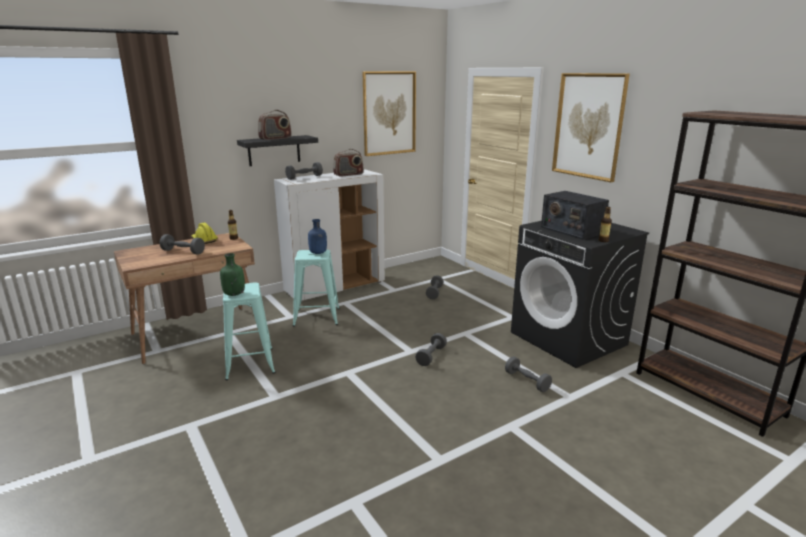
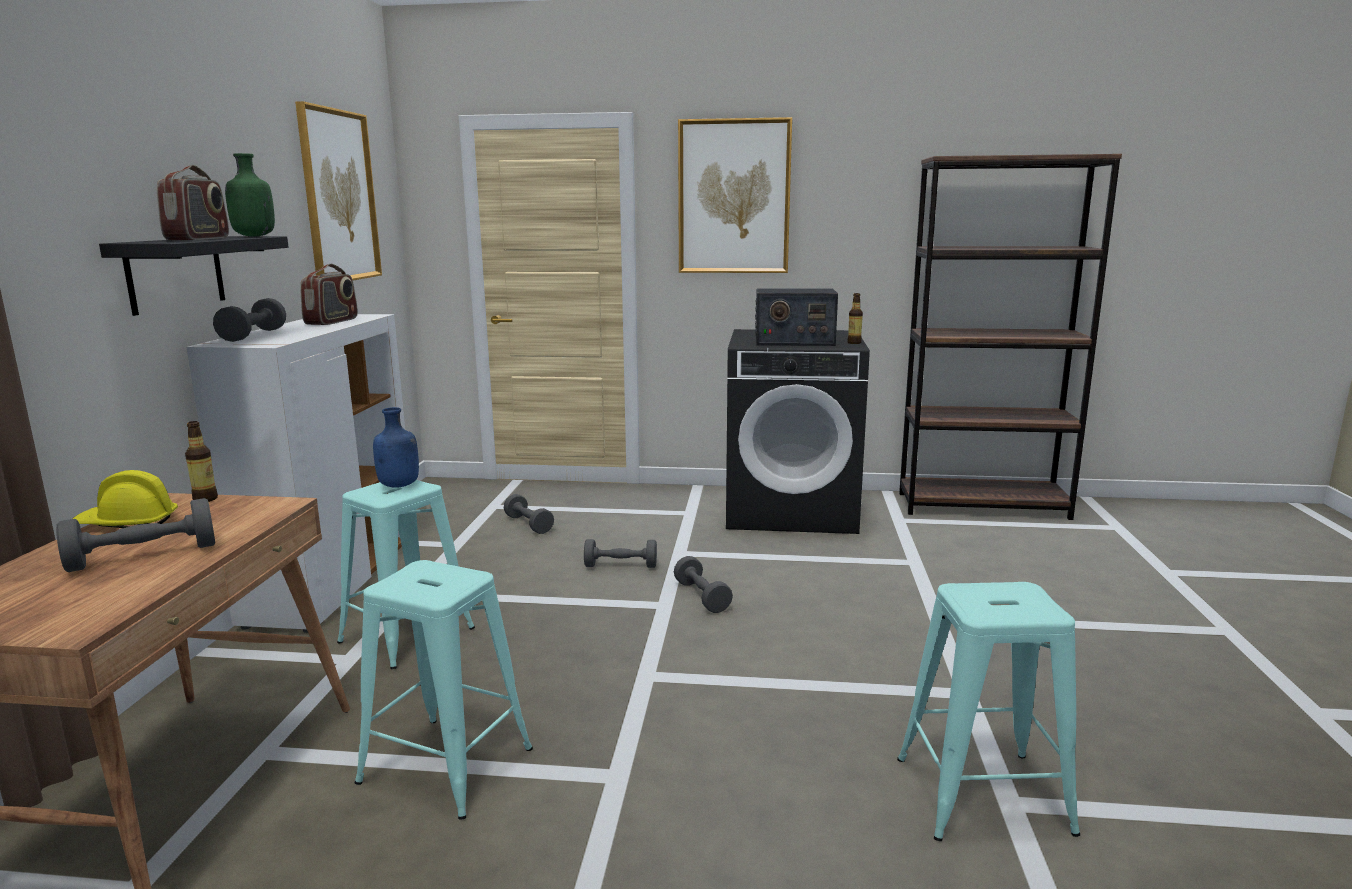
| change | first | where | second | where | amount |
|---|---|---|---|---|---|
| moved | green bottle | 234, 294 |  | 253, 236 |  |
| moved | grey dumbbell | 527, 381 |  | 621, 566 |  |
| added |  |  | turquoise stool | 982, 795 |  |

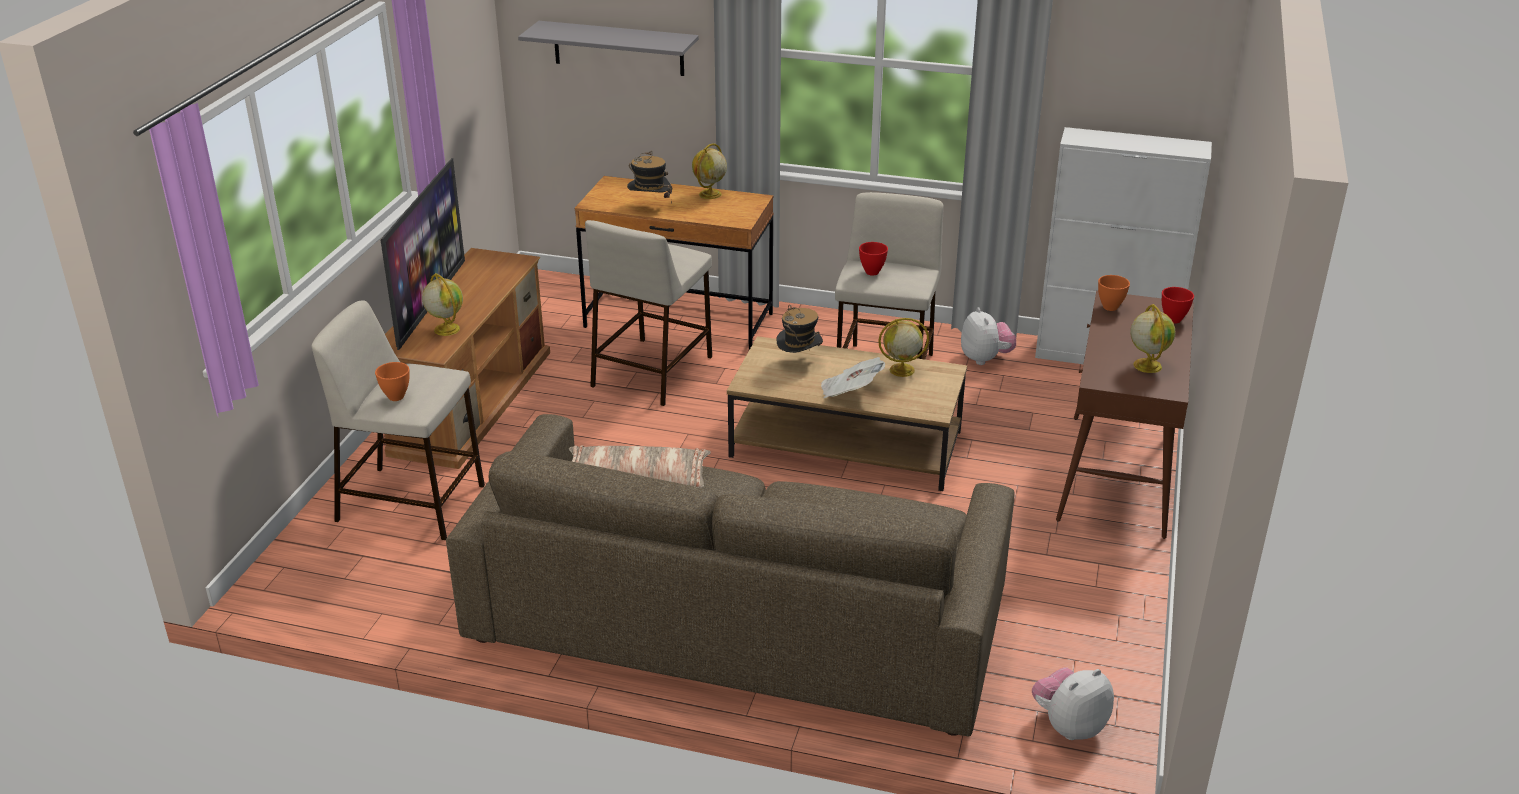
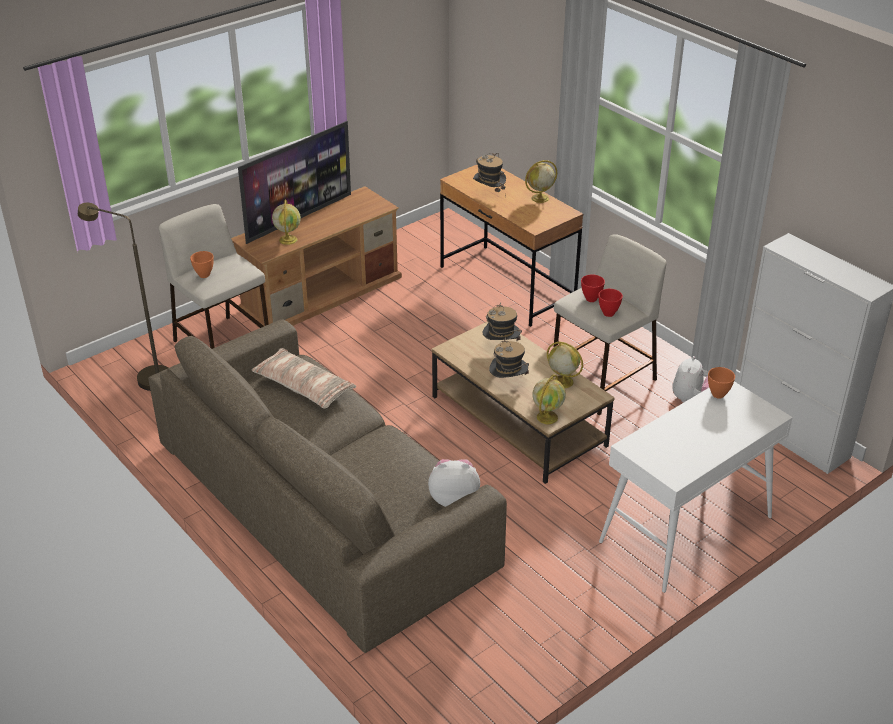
| change | first | where | second | where | amount |
|---|---|---|---|---|---|
| removed | grey shelf | 618, 48 |  |  |  |
| removed | beige stool | 652, 370 |  |  |  |
| replaced | newspaper | 850, 392 | hat | 508, 383 |  |
| moved | plush toy | 1069, 726 |  | 454, 498 |  |
| recoloured | brown console table | 1117, 476 | white console table | 685, 530 |  |
| moved | globe | 1147, 365 |  | 547, 417 |  |
| moved | red bowl | 1174, 320 |  | 608, 314 |  |
| added |  |  | brown floor lamp | 146, 378 |  |

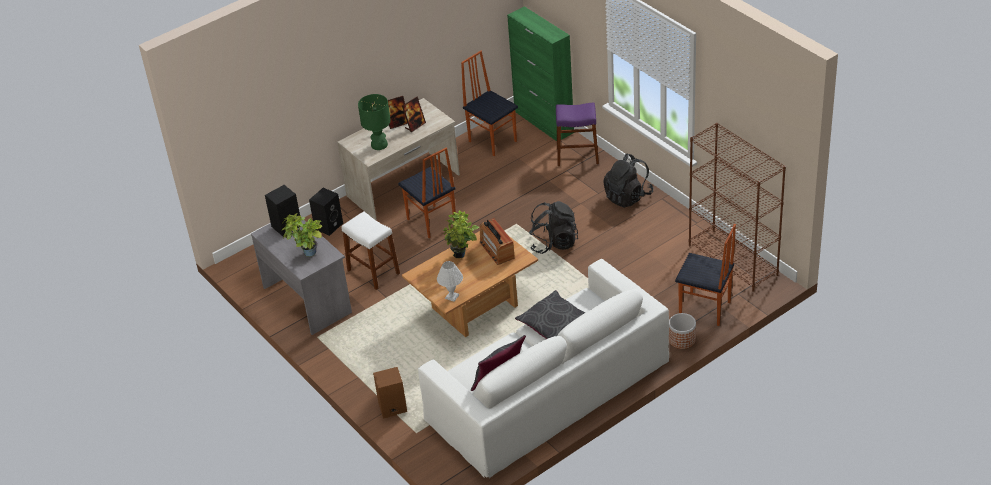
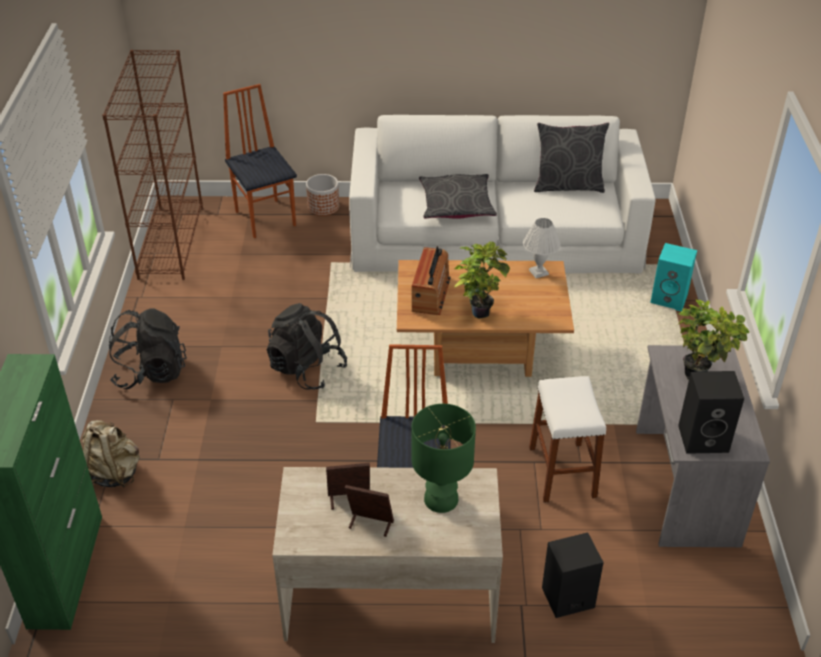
| change | first | where | second | where | amount |
|---|---|---|---|---|---|
| recoloured | brown speaker | 392, 408 | turquoise speaker | 670, 299 |  |
| removed | chair | 493, 140 |  |  |  |
| replaced | purple stool | 577, 156 | beige backpack | 114, 473 |  |

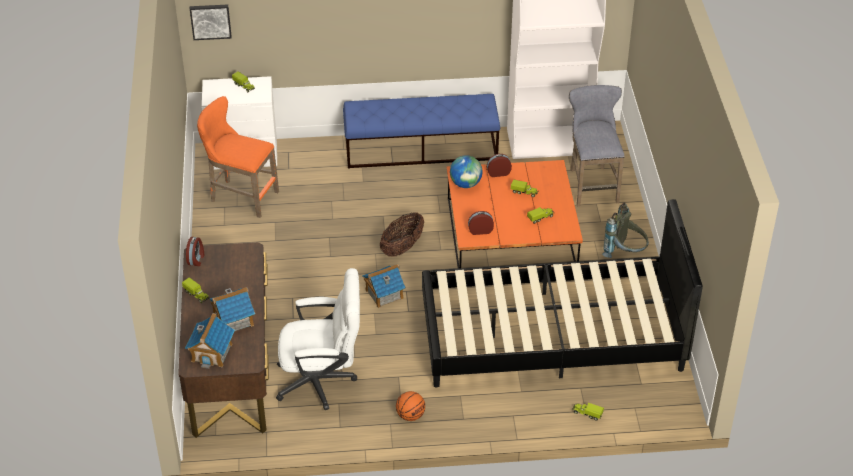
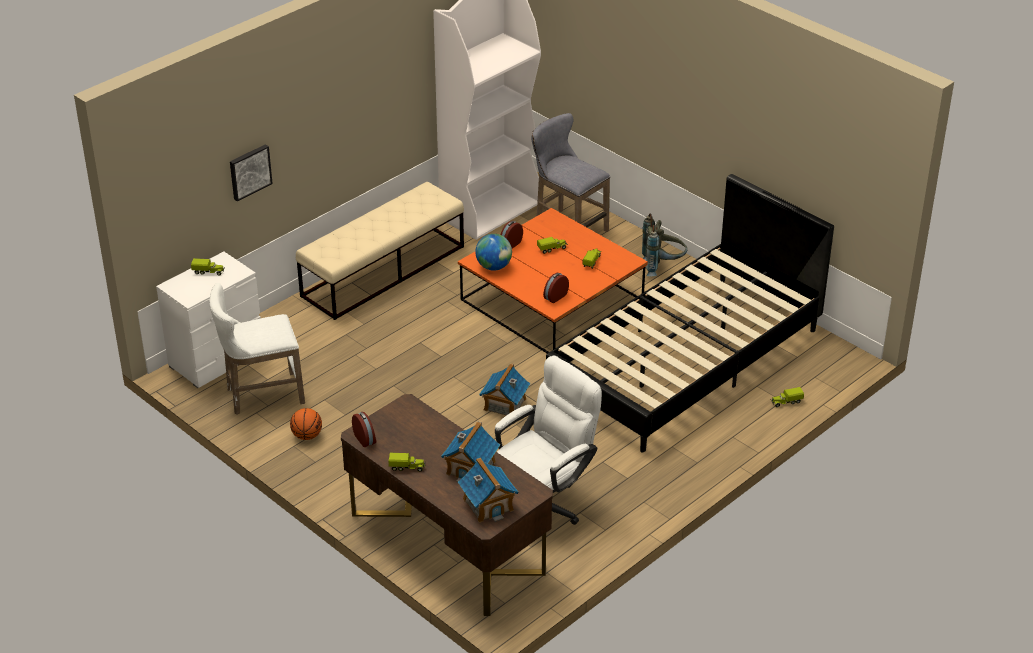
| change | first | where | second | where | amount |
|---|---|---|---|---|---|
| moved | picture | 210, 21 |  | 249, 171 |  |
| recoloured | orange stool | 240, 196 | white stool | 261, 395 |  |
| recoloured | blue bench | 421, 149 | beige bench | 383, 271 |  |
| removed | basket | 402, 247 |  |  |  |
| moved | basketball | 410, 415 |  | 307, 436 |  |

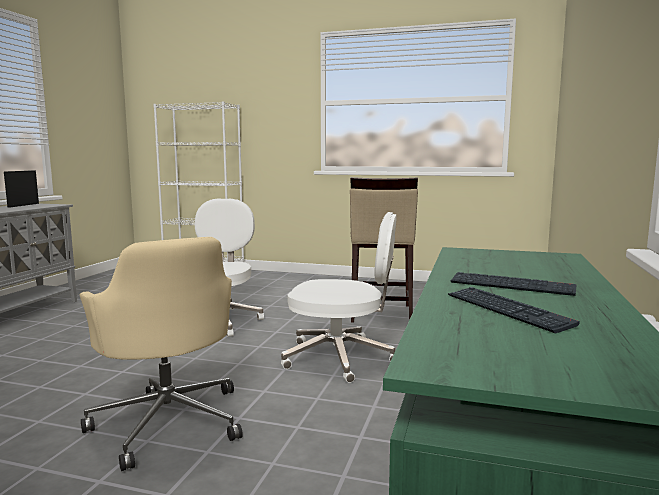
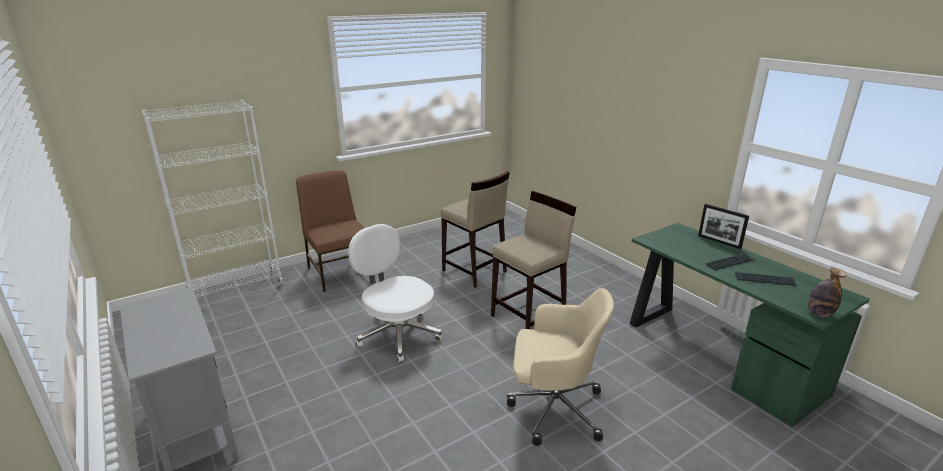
| change | first | where | second | where | amount |
|---|---|---|---|---|---|
| moved | picture frame | 23, 205 |  | 719, 242 |  |
| replaced | white office chair | 341, 358 | beige stool | 529, 317 |  |
| added |  |  | brown chair | 340, 272 |  |
| added |  |  | bottle | 819, 314 |  |

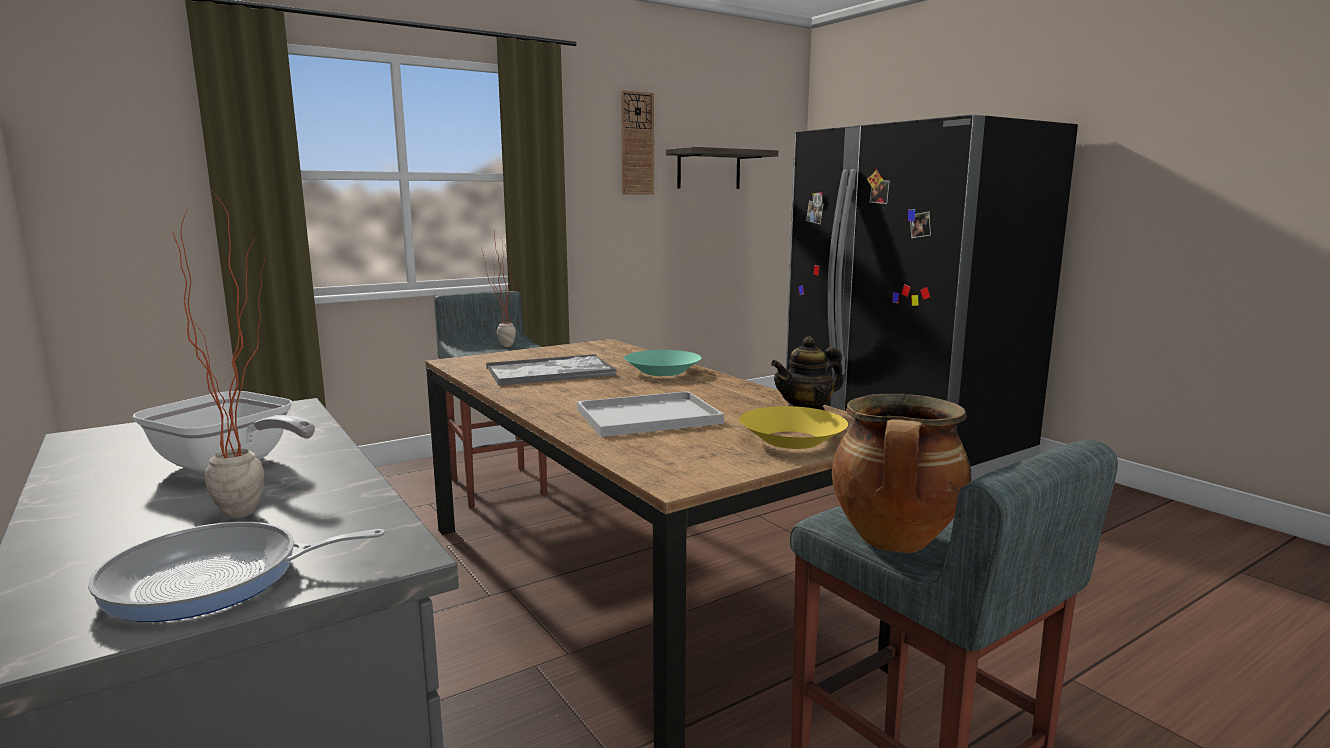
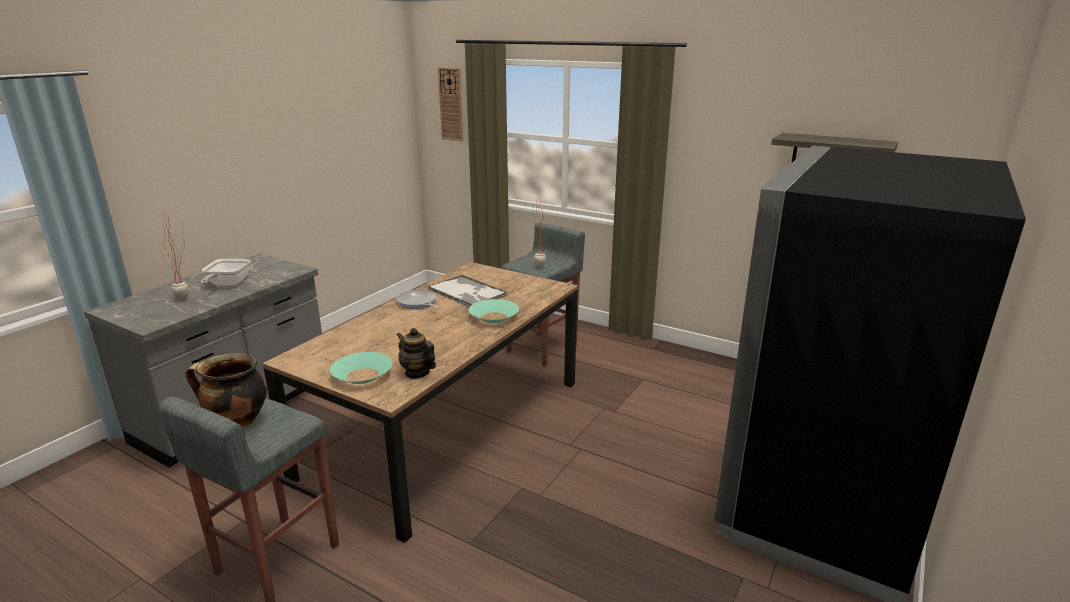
| change | first | where | second | where | amount |
|---|---|---|---|---|---|
| moved | frying pan | 214, 580 |  | 418, 303 |  |
| removed | white tray | 650, 416 |  |  |  |
| moved | wall clock | 637, 144 |  | 451, 104 |  |
| recoloured | yellow bowl | 792, 440 | turquoise bowl | 362, 376 |  |

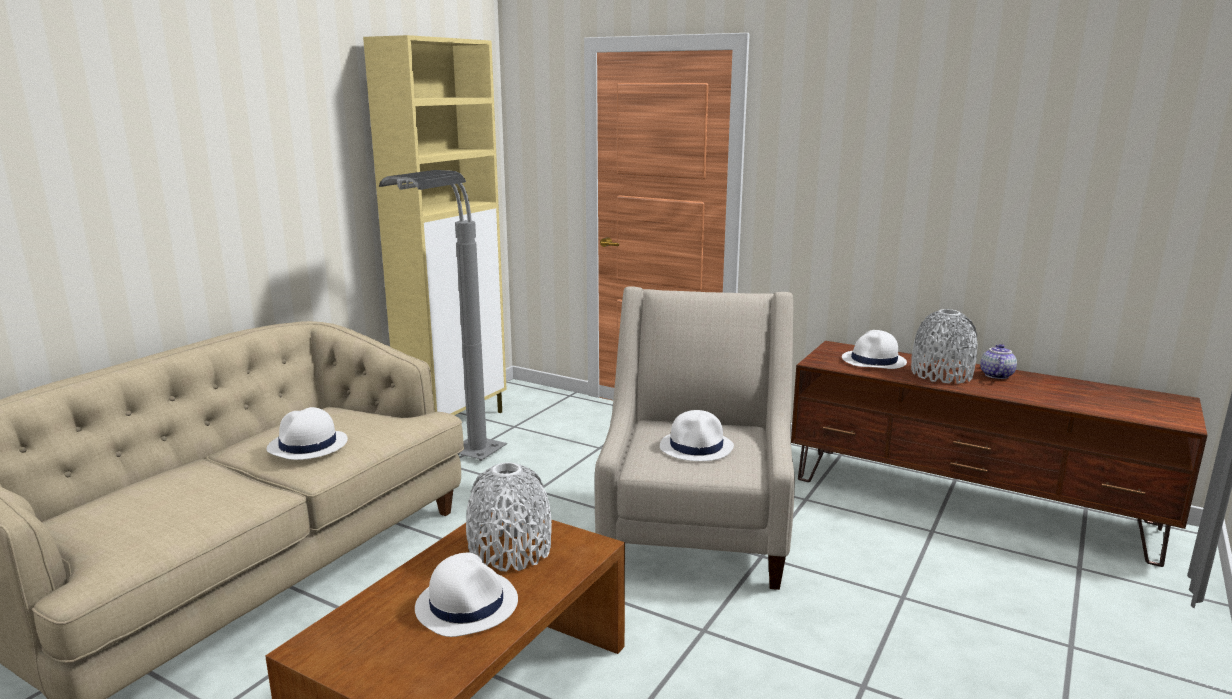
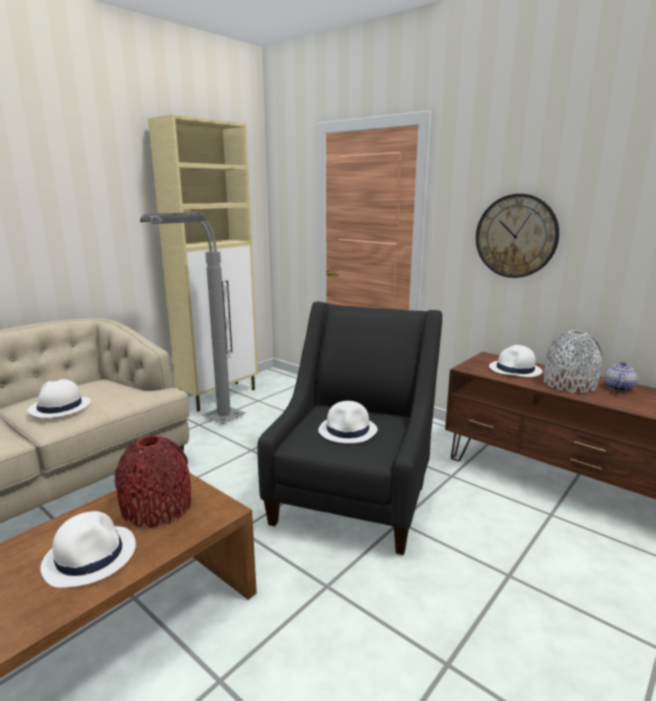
| change | first | where | second | where | amount |
|---|---|---|---|---|---|
| recoloured | white vase | 510, 550 | red vase | 157, 507 |  |
| recoloured | beige armchair | 696, 533 | black armchair | 354, 496 |  |
| added |  |  | wall clock | 516, 236 |  |

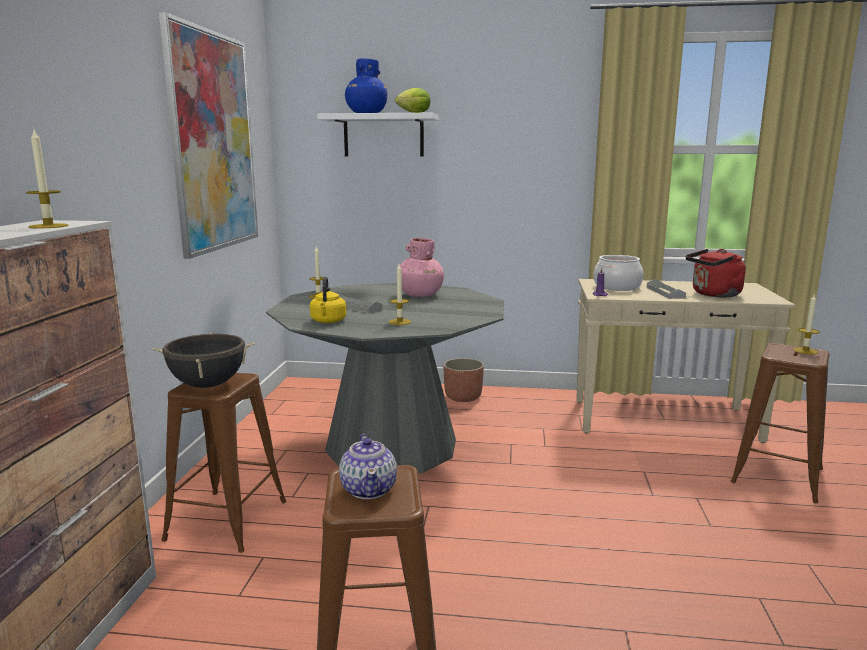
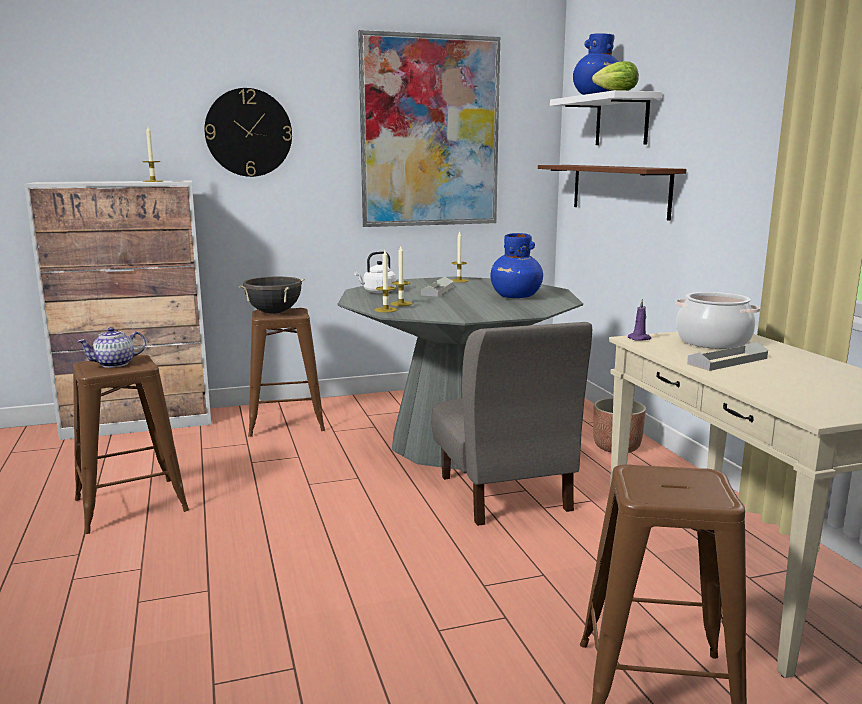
| change | first | where | second | where | amount |
|---|---|---|---|---|---|
| recoloured | yellow kettle | 328, 321 | white kettle | 378, 292 |  |
| recoloured | pink vase | 419, 295 | blue vase | 516, 297 |  |
| removed | red kettle | 714, 295 |  |  |  |
| moved | candle | 805, 351 |  | 385, 310 |  |
| added |  |  | wall clock | 248, 132 |  |
| added |  |  | grey chair | 504, 493 |  |
| added |  |  | brown shelf | 619, 189 |  |

